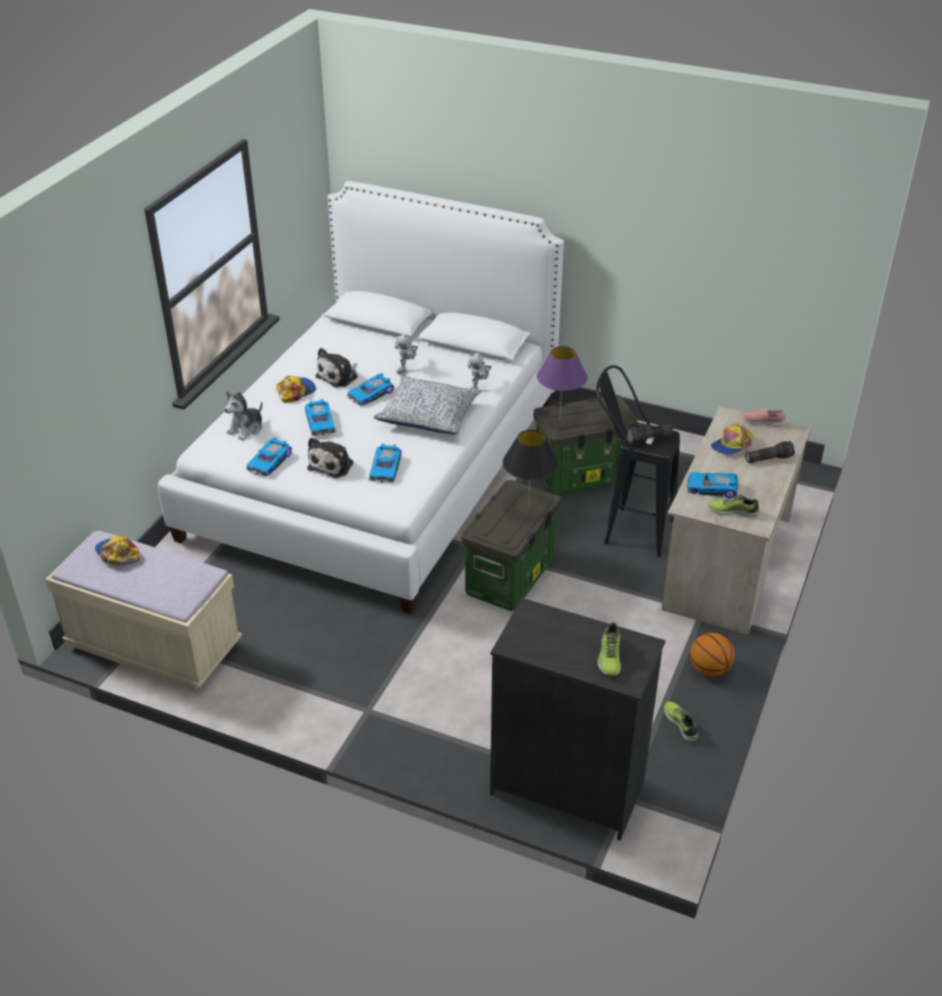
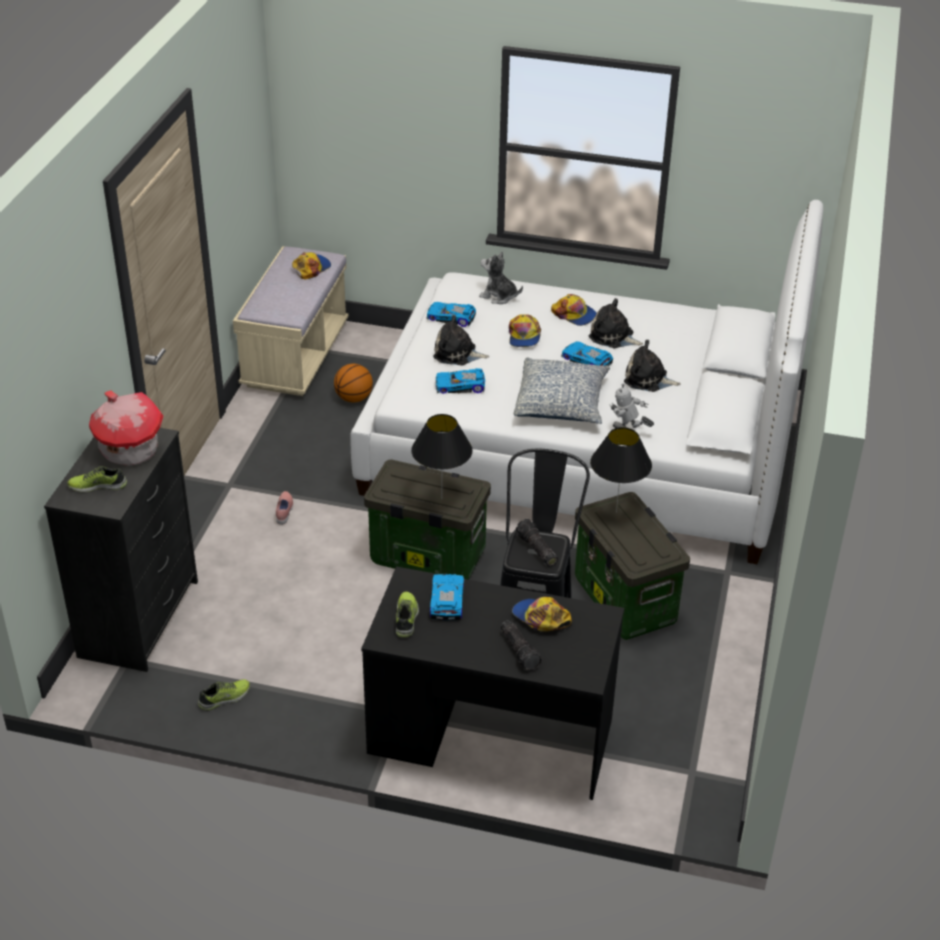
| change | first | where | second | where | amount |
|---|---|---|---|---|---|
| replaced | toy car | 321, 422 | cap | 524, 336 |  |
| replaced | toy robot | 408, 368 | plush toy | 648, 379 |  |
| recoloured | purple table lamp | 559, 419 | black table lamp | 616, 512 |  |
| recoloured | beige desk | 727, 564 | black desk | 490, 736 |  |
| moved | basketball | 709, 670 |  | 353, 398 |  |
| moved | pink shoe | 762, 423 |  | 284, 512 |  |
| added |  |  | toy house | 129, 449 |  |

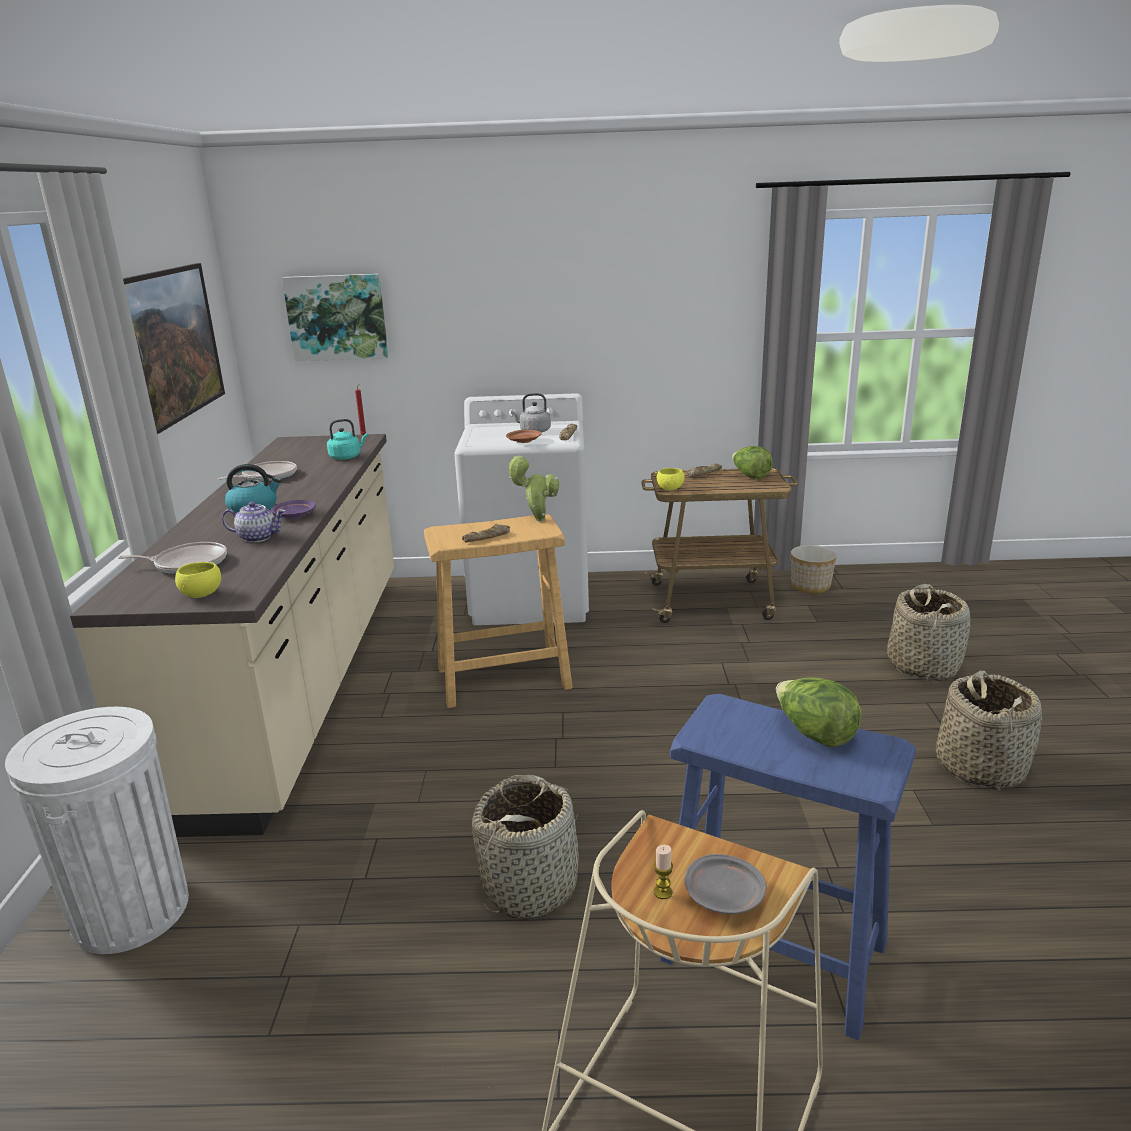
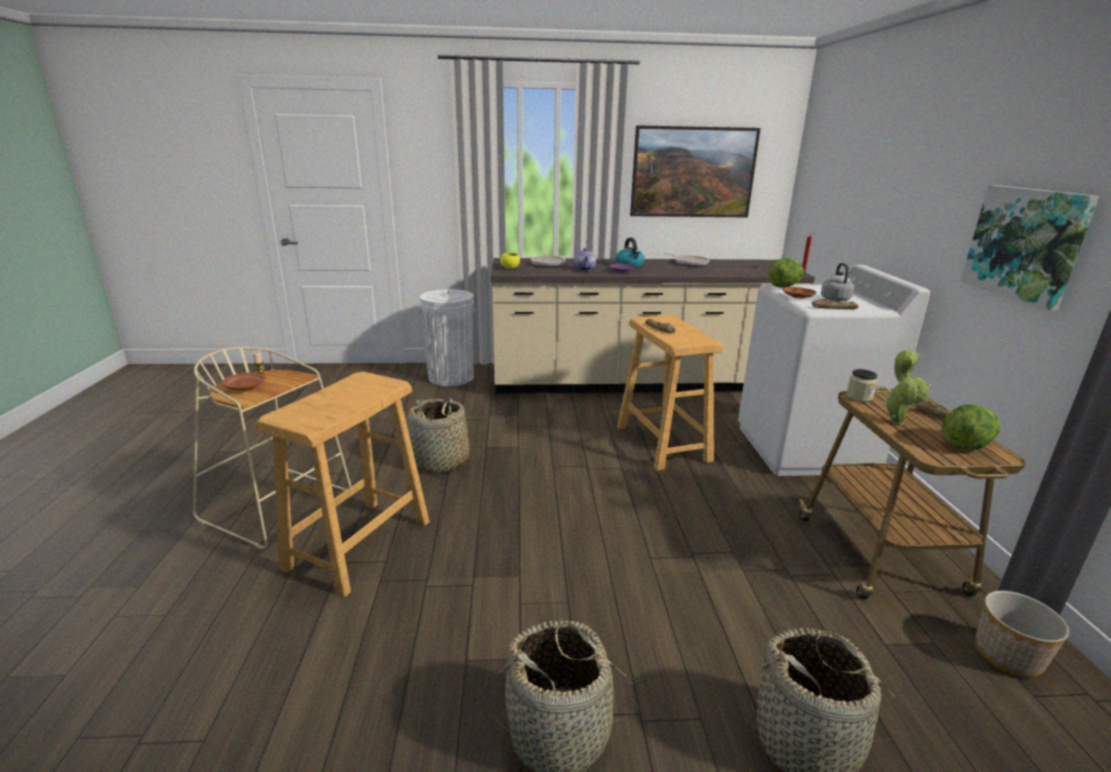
| change | first | where | second | where | amount |
|---|---|---|---|---|---|
| moved | picture | 337, 317 |  | 1025, 244 |  |
| removed | turquoise kettle | 347, 457 |  |  |  |
| moved | potted plant | 536, 519 |  | 897, 421 |  |
| replaced | yellow bowl | 670, 489 | jar | 859, 397 |  |
| recoloured | blue stool | 772, 951 | beige stool | 359, 544 |  |
| recoloured | grey plate | 725, 896 | brown plate | 244, 387 |  |
| moved | lettuce | 814, 734 |  | 784, 286 |  |

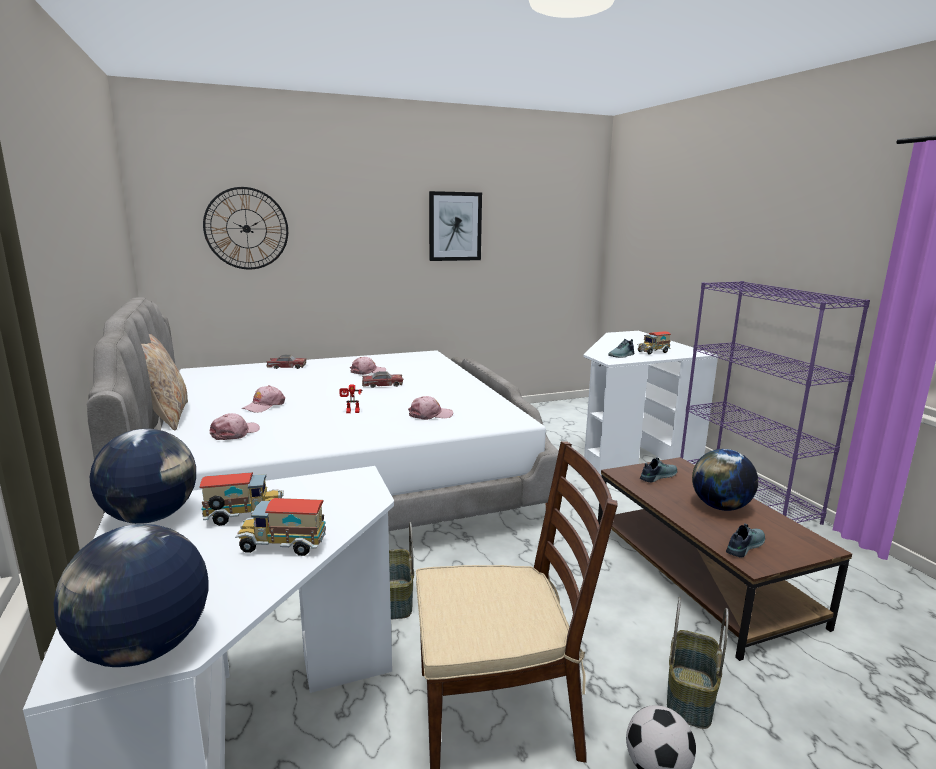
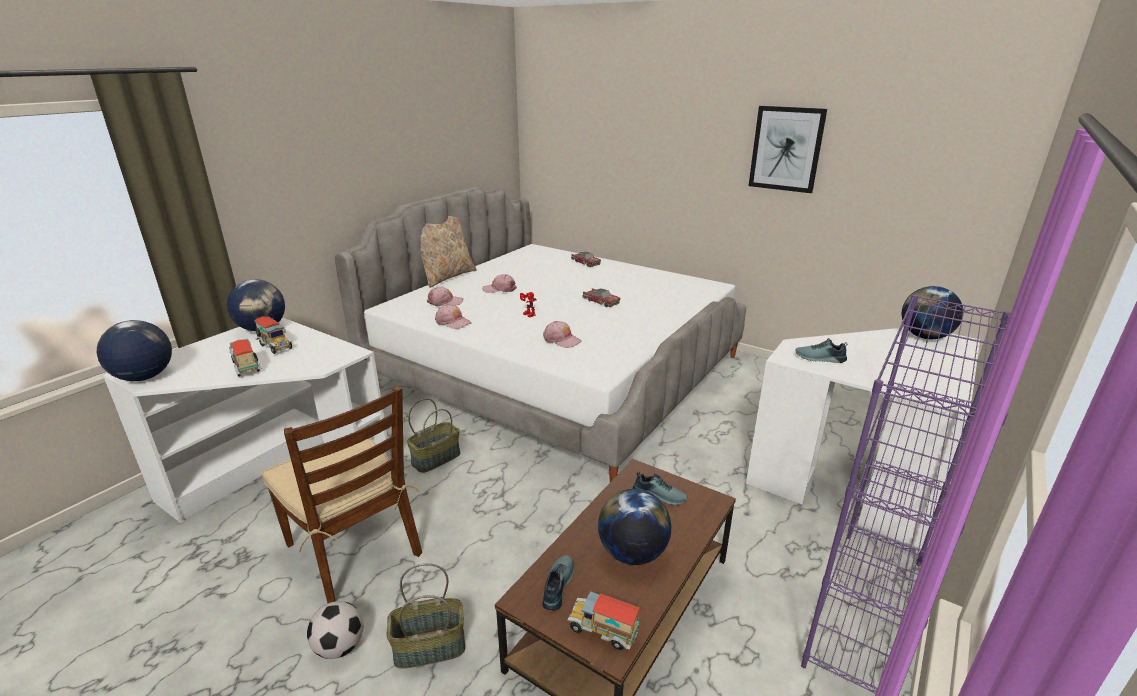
| change | first | where | second | where | amount |
|---|---|---|---|---|---|
| removed | wall clock | 246, 228 |  |  |  |
| moved | pink cap | 368, 371 |  | 453, 322 |  |
| moved | toy truck | 653, 352 |  | 603, 631 |  |
| turned | shoe | 743, 546 |  | 556, 585 | 90 degrees counterclockwise |
| added |  |  | globe | 924, 336 |  |

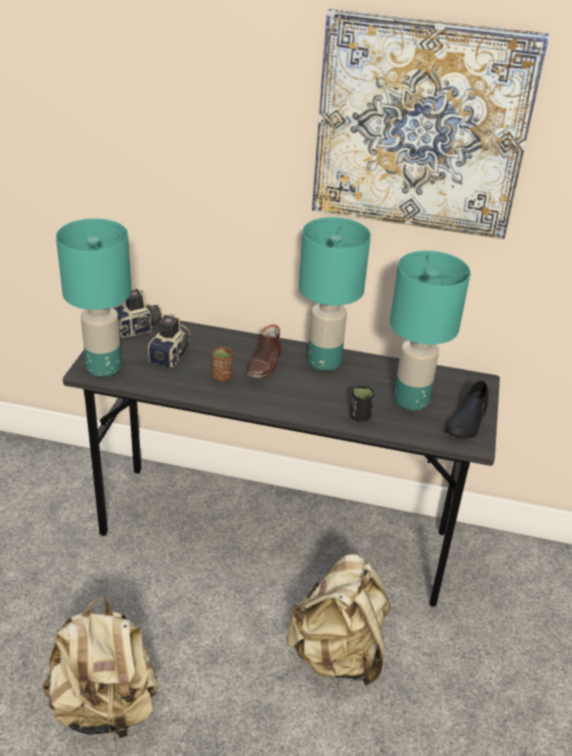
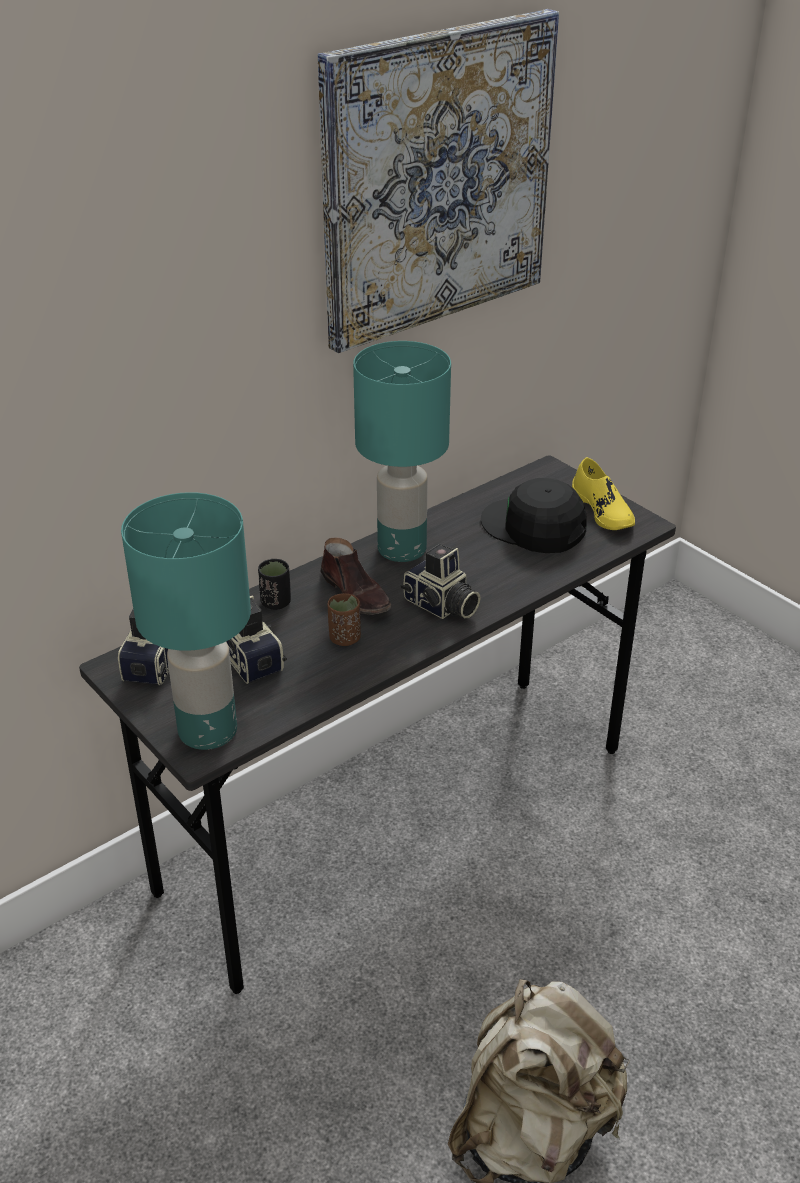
| change | first | where | second | where | amount |
|---|---|---|---|---|---|
| removed | beige backpack | 338, 654 |  |  |  |
| moved | black cup | 360, 416 |  | 276, 603 |  |
| replaced | turquoise table lamp | 410, 400 | black cap | 534, 527 |  |
| recoloured | black shoe | 467, 421 | yellow shoe | 603, 510 |  |
| added |  |  | photo camera | 440, 606 |  |

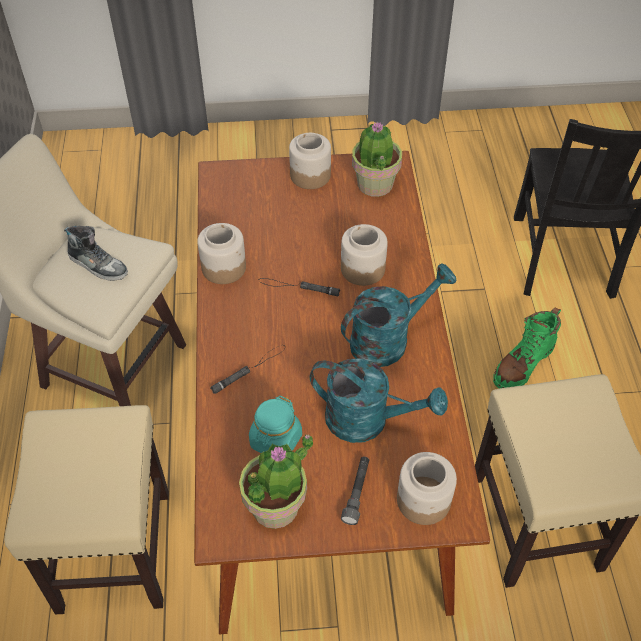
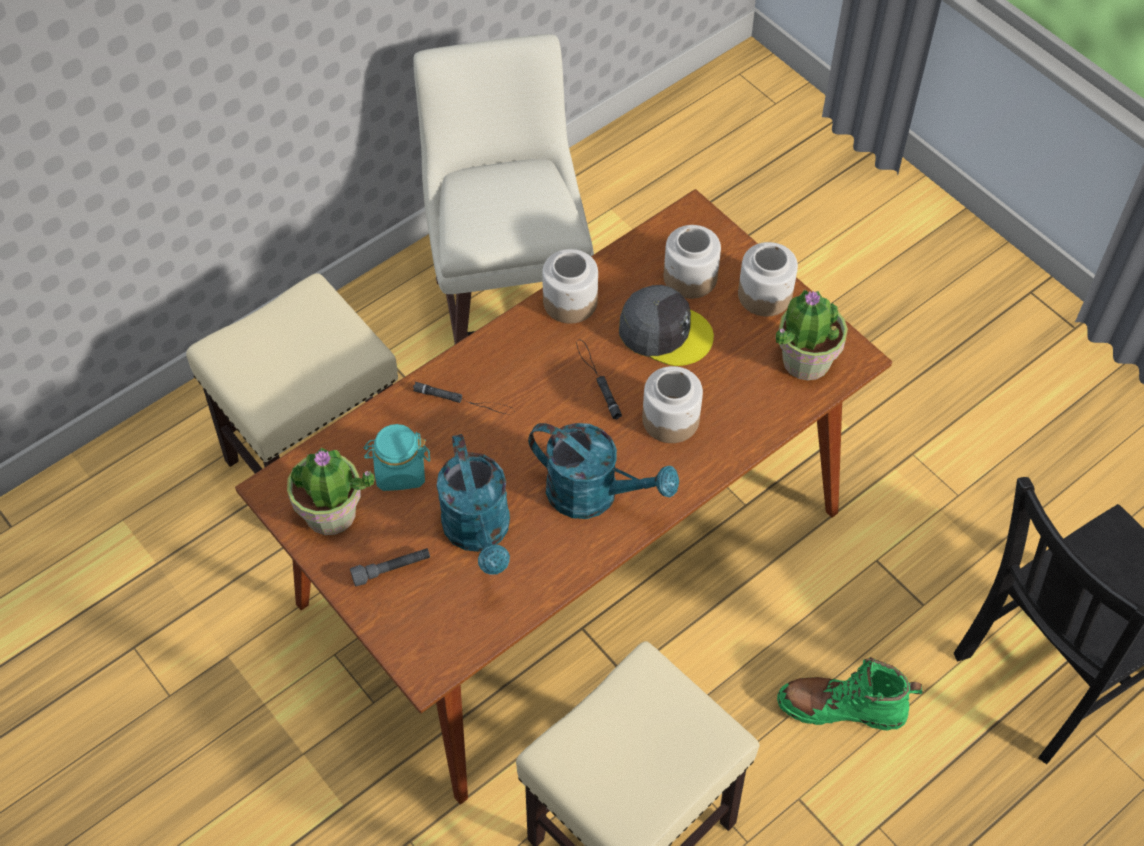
| change | first | where | second | where | amount |
|---|---|---|---|---|---|
| removed | shoe | 98, 265 |  |  |  |
| moved | jar | 422, 500 |  | 689, 277 |  |
| added |  |  | grey cap | 665, 331 |  |

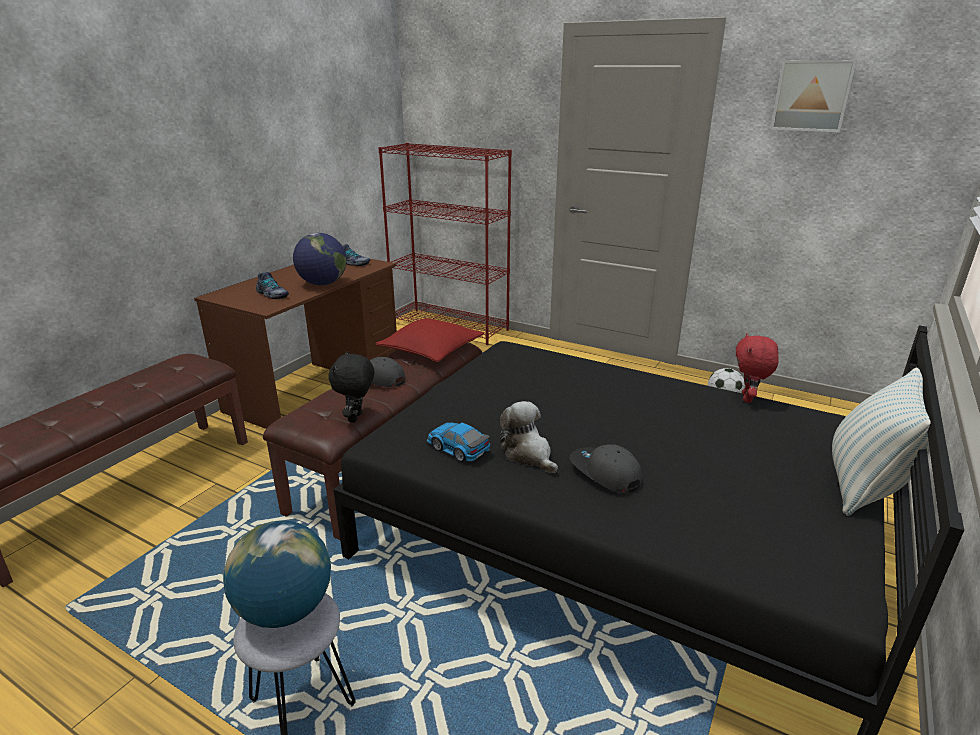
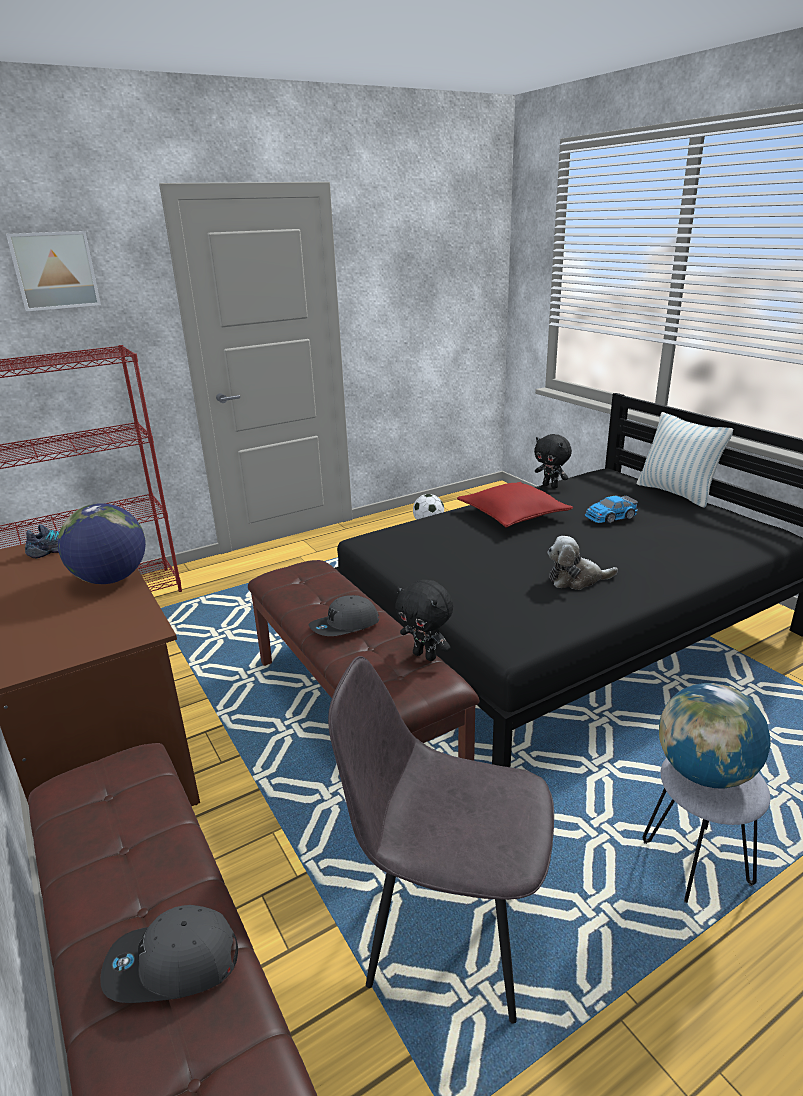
| change | first | where | second | where | amount |
|---|---|---|---|---|---|
| removed | shoe | 272, 295 |  |  |  |
| moved | red pillow | 431, 350 |  | 513, 515 |  |
| moved | toy car | 458, 448 |  | 610, 517 |  |
| moved | grey cap | 604, 473 |  | 172, 965 |  |
| recoloured | red plush toy | 748, 399 | black plush toy | 550, 486 |  |
| moved | picture | 812, 96 |  | 54, 270 |  |
| added |  |  | grey chair | 448, 926 |  |

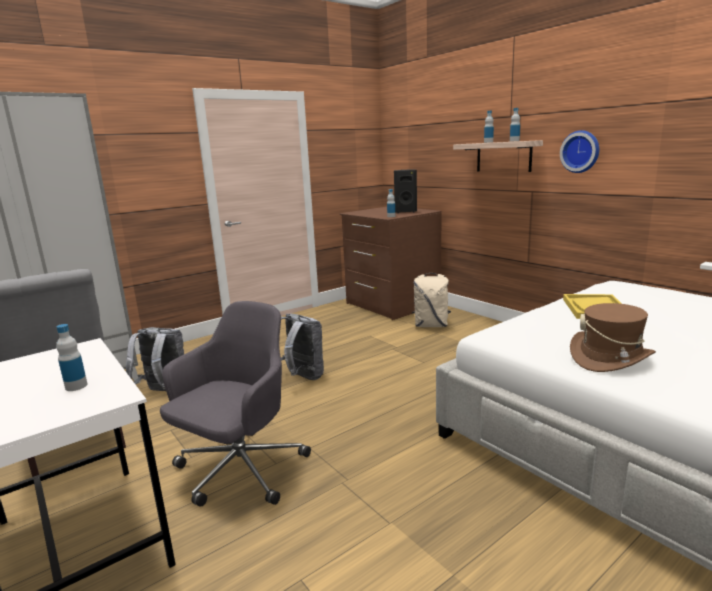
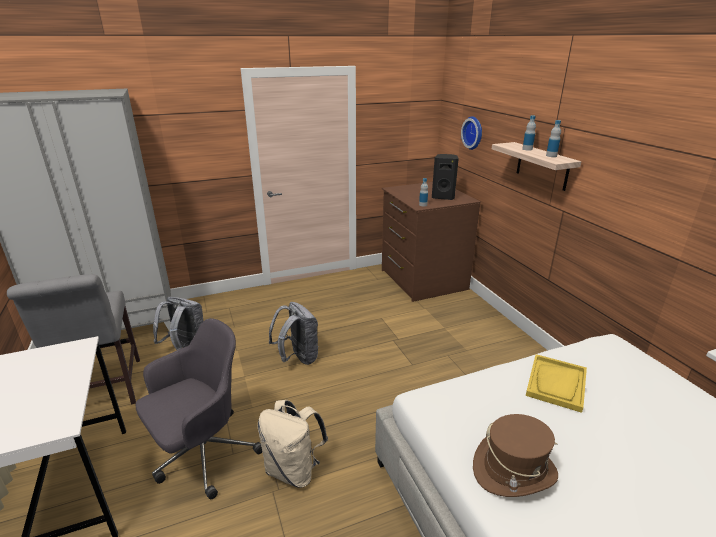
| change | first | where | second | where | amount |
|---|---|---|---|---|---|
| removed | bottle | 76, 386 |  |  |  |
| moved | beige backpack | 431, 325 |  | 294, 470 |  |
| moved | wall clock | 581, 151 |  | 474, 133 |  |

